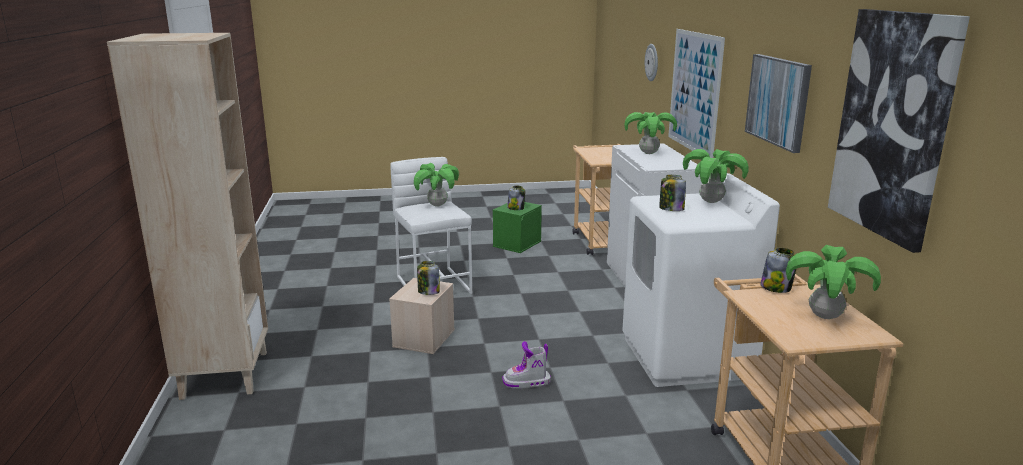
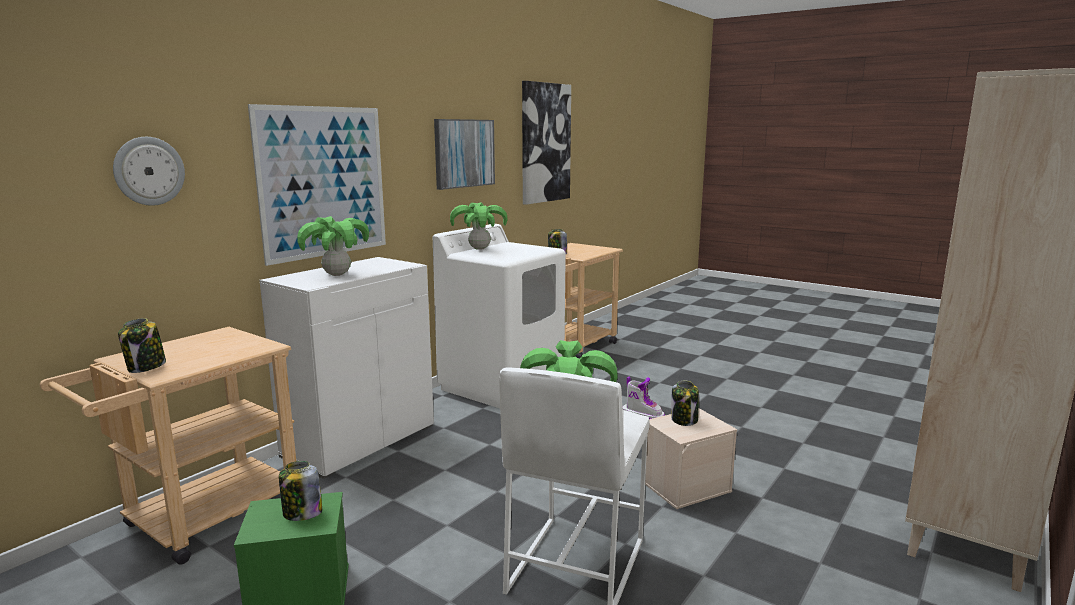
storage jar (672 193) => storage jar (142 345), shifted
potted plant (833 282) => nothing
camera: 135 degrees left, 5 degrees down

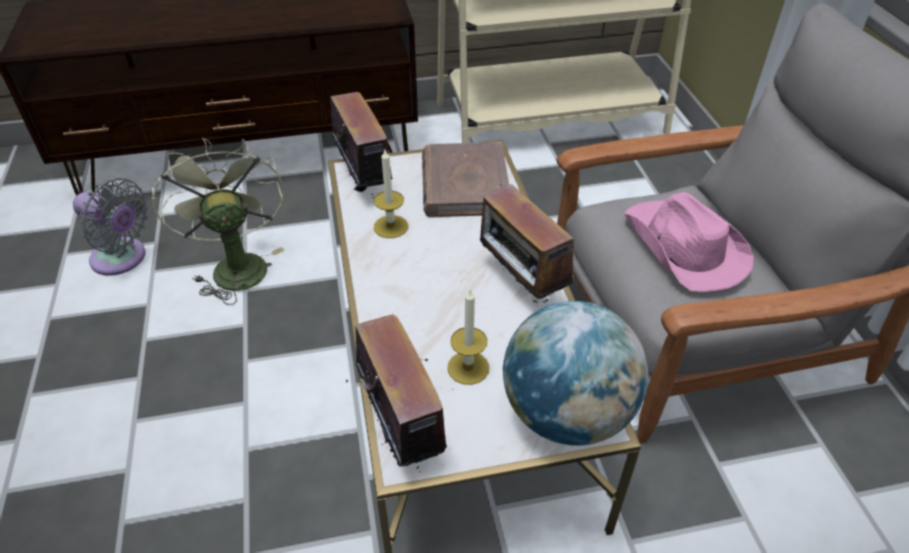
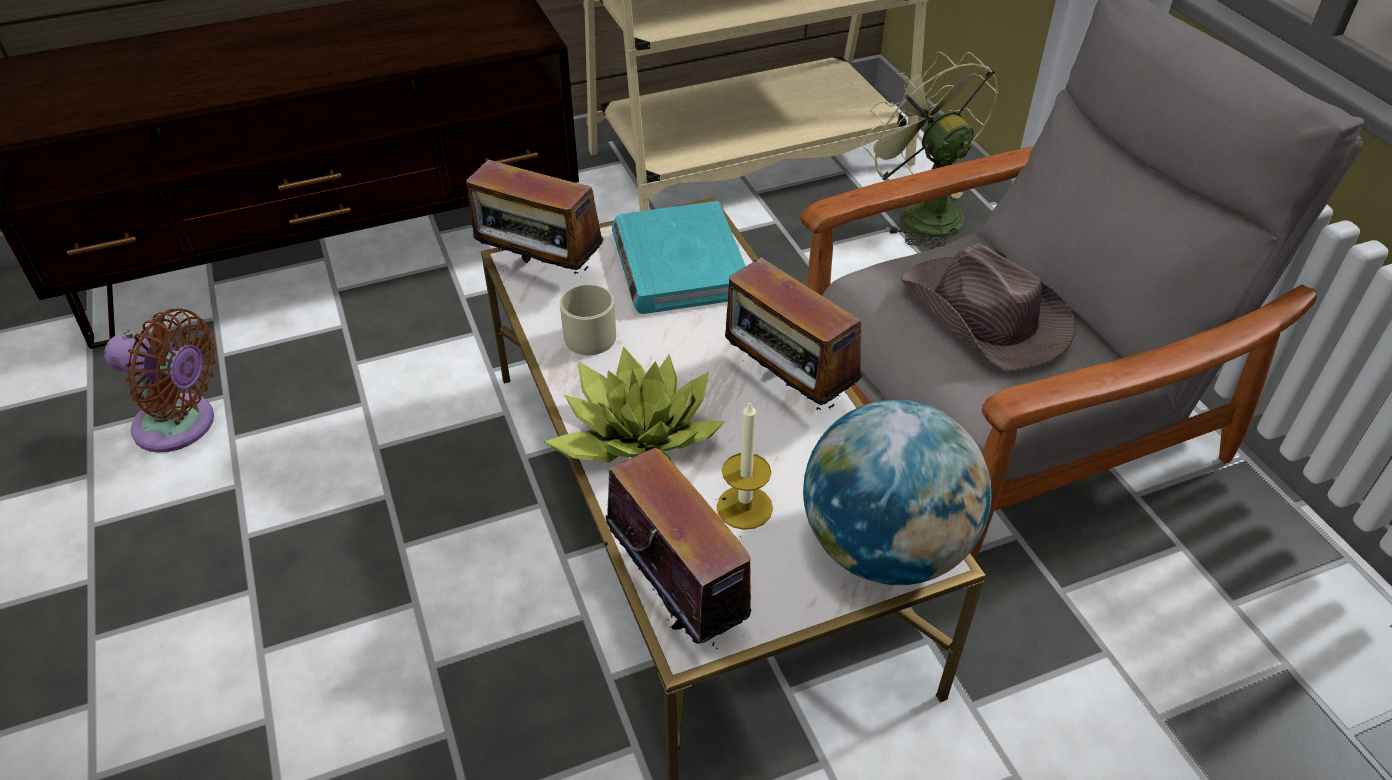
radio (358 145) => radio (535 215), 150 degrees clockwise
green cooling fan (218 221) => green cooling fan (930 149), shifted
brownish book (465 179) => blue-green book (679 257)
wax light (391 194) => beige-coloured tea mug (588 320)
greyish cooling fan (110 227) => brownish cooling fan (160 380)
pink wearable hat (689 242) => brownish wearable hat (988 307)
nothing => potted plant (634 404)
camera: 10 degrees left, 0 degrees up

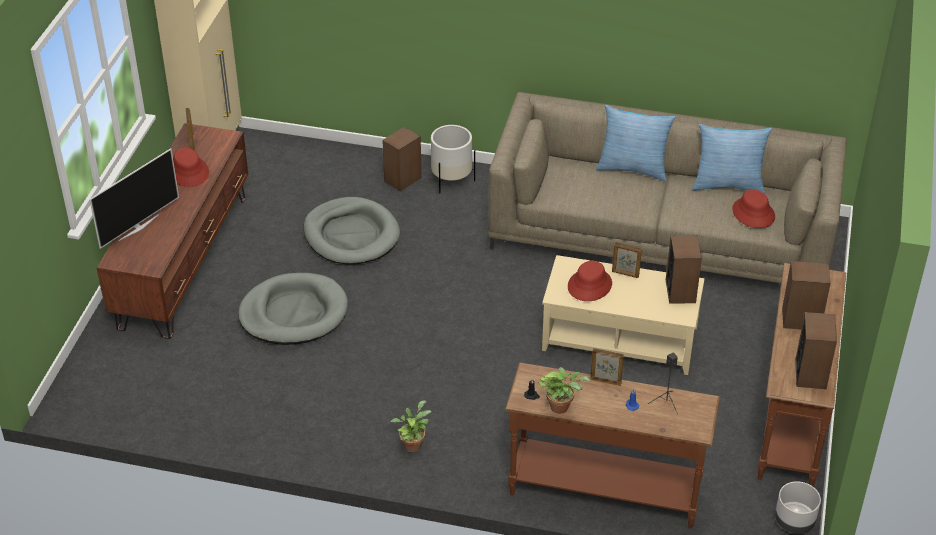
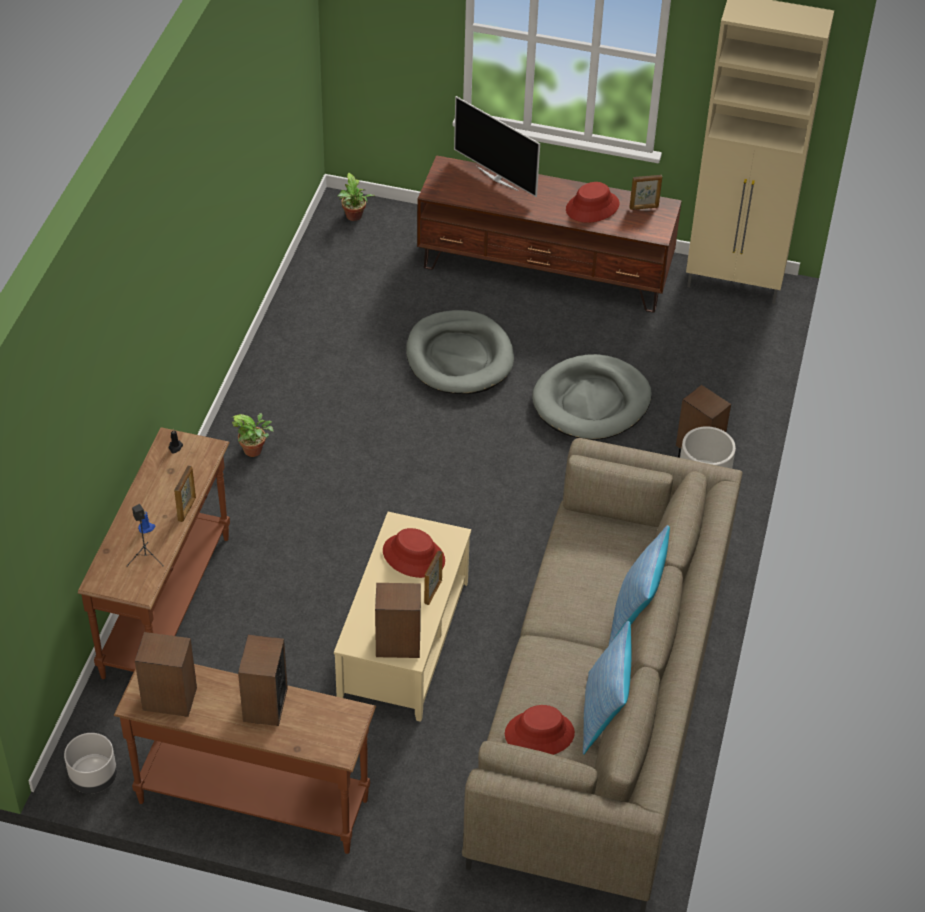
potted plant (564 390) => potted plant (356 197), shifted
camera: 90 degrees right, 5 degrees up

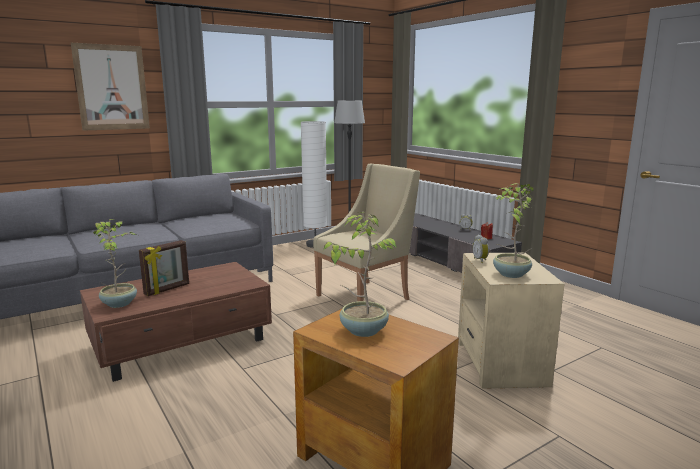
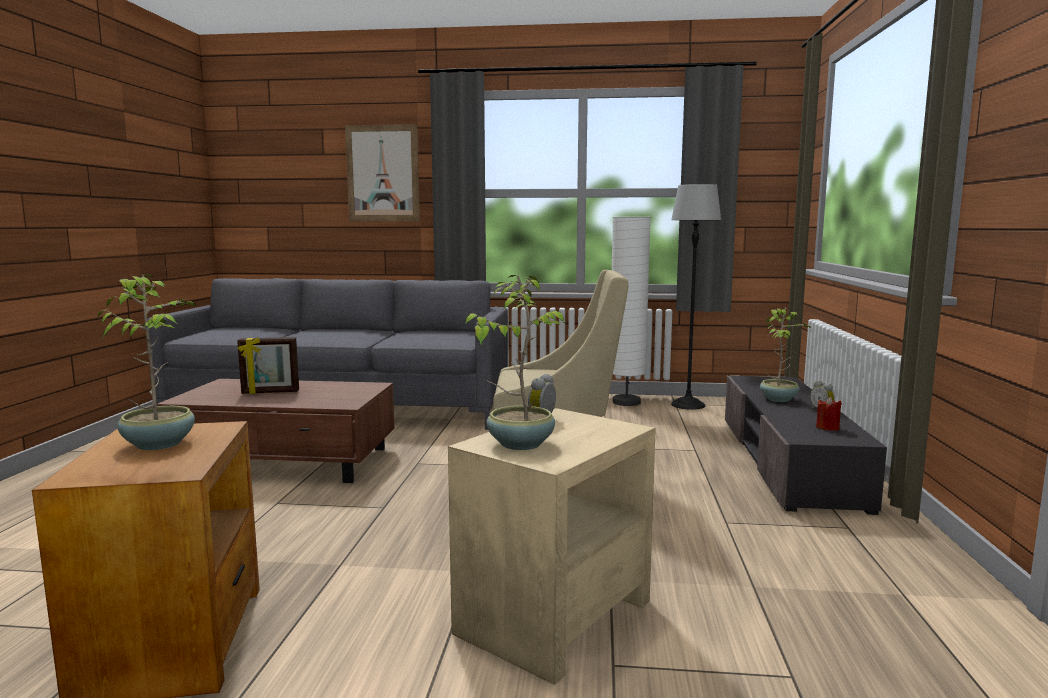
potted plant (115 263) => potted plant (785 355), shifted
camera: 40 degrees right, 5 degrees down

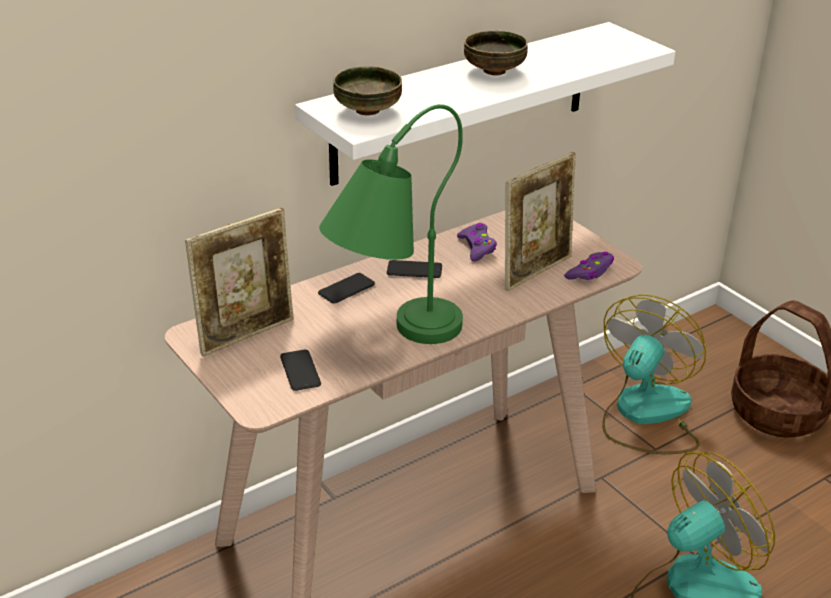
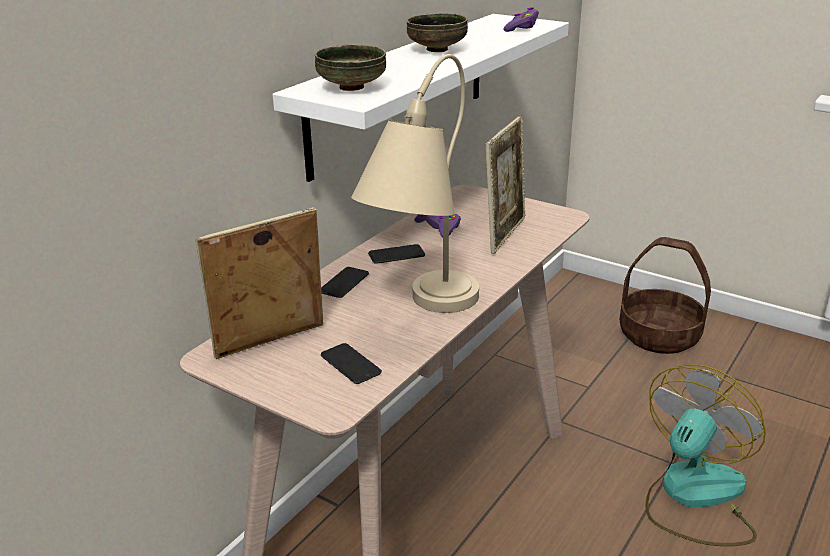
green table lamp (391 224) => beige-coloured table lamp (415 183)
standing frame (239 282) => standing frame (259 283), 150 degrees counterclockwise
purple-coloured game controller (589 266) => purple-coloured game controller (521 19), shifted
cooling fan (654 374) => nothing
camera: 20 degrees left, 5 degrees down

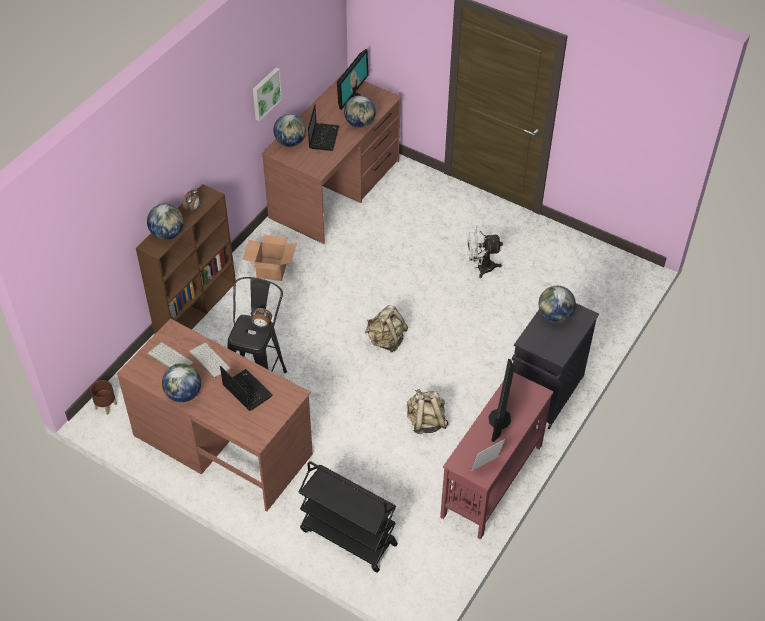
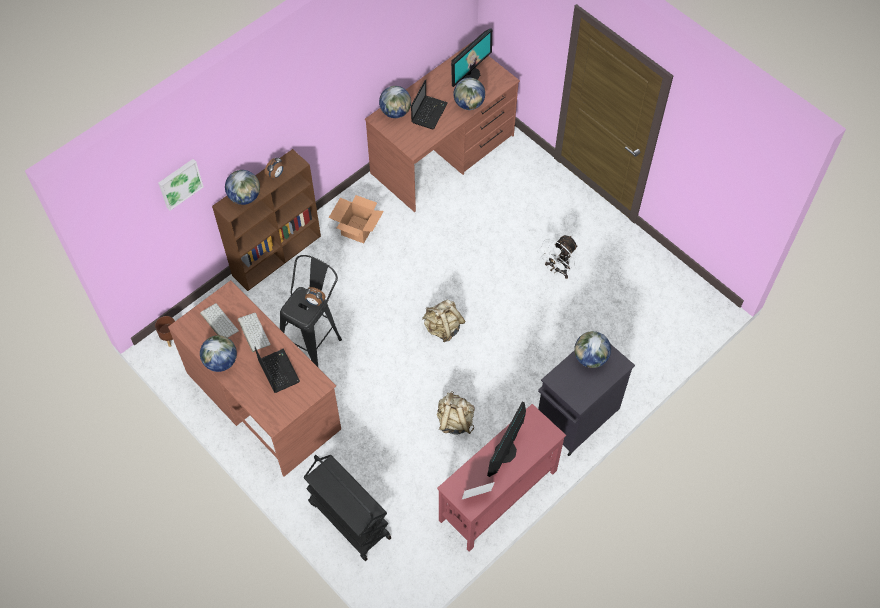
wall picture (267 94) => wall picture (181 184), shifted
white-coloured cooling fan (485 251) => white-coloured cooling fan (557 257), 60 degrees counterclockwise
camera: 15 degrees right, 10 degrees up

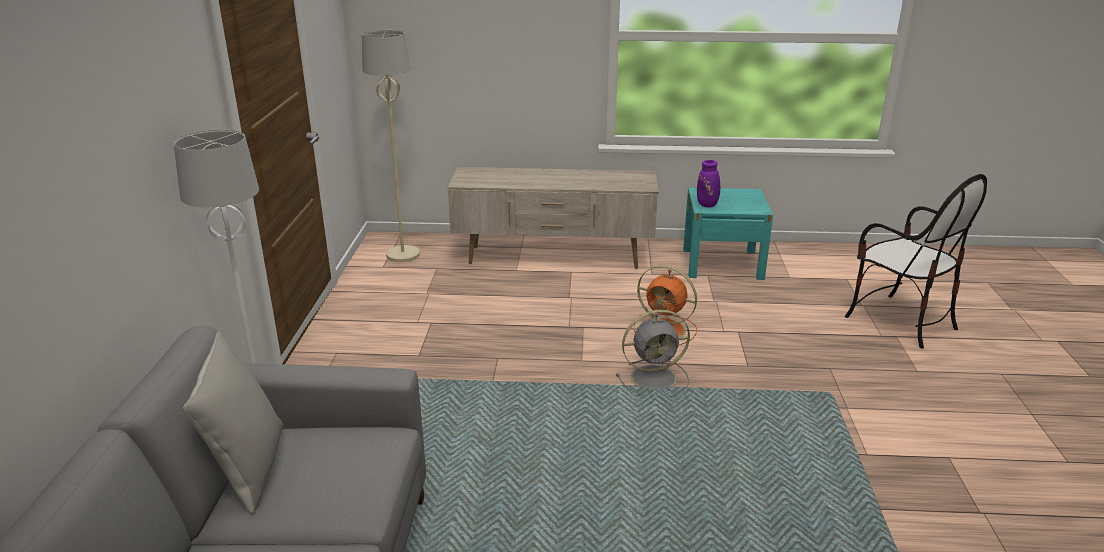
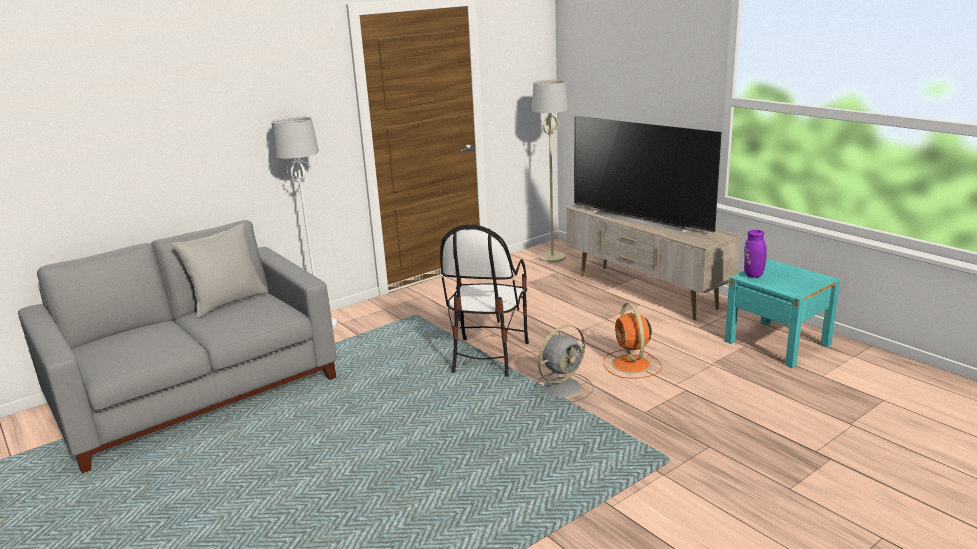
plain chair (916 261) => plain chair (484 301), shifted
greyish cooling fan (653 353) => greyish cooling fan (562 364), 75 degrees counterclockwise
nothing => TV (648 174)
camera: 50 degrees right, 5 degrees down

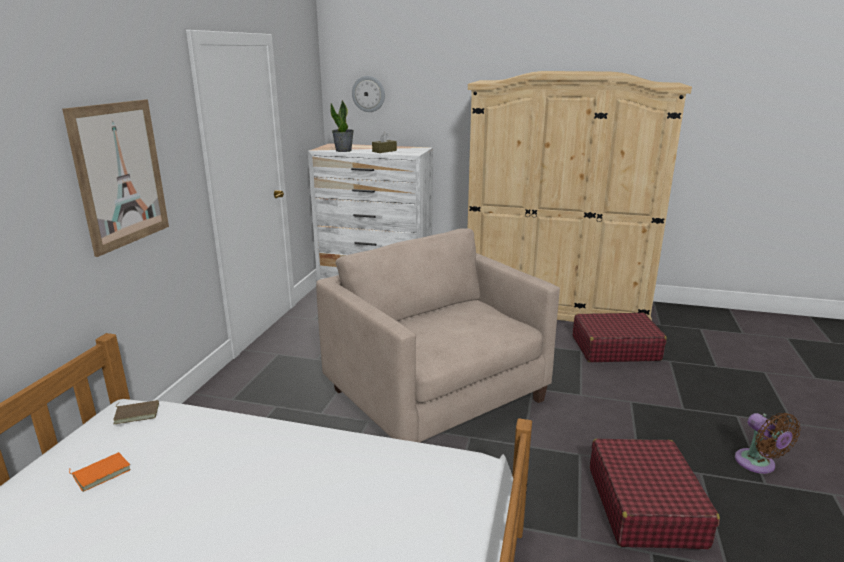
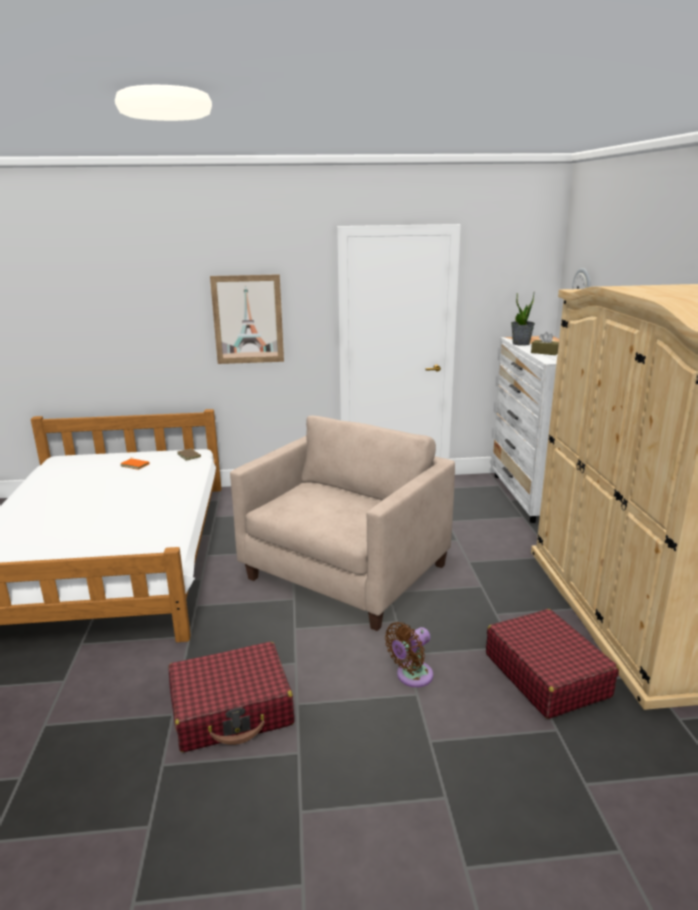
brownish cooling fan (768 443) => brownish cooling fan (409 654), shifted
camera: 70 degrees right, 0 degrees up

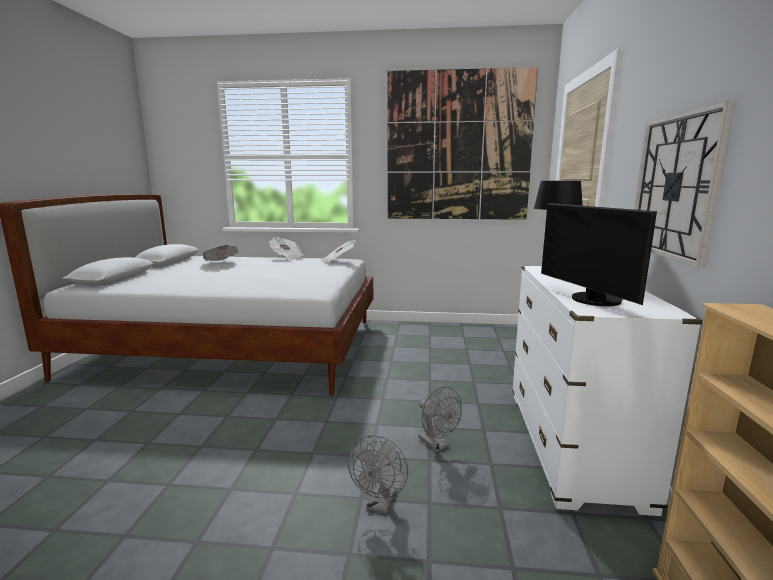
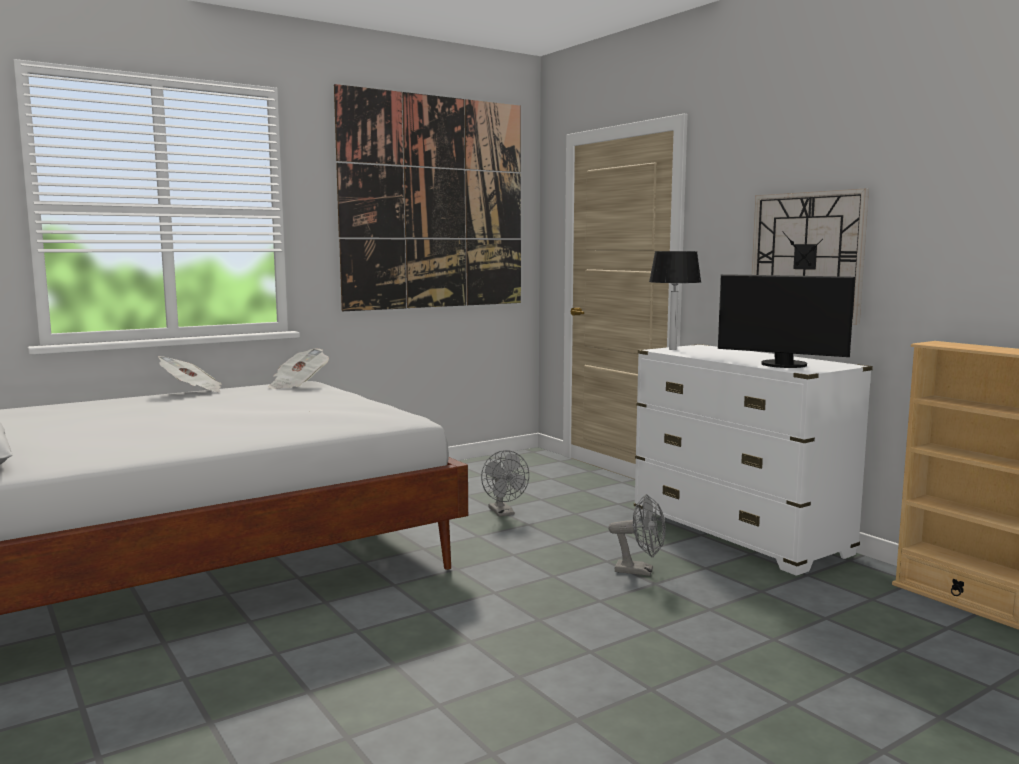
printed paper (220 253) => nothing
greyish cooling fan (378 474) => greyish cooling fan (505 483), shifted
camera: 40 degrees left, 5 degrees down

